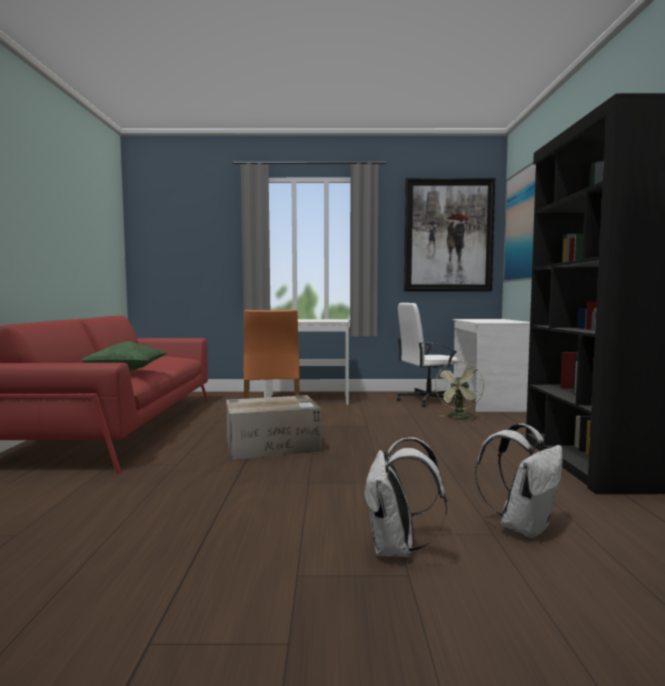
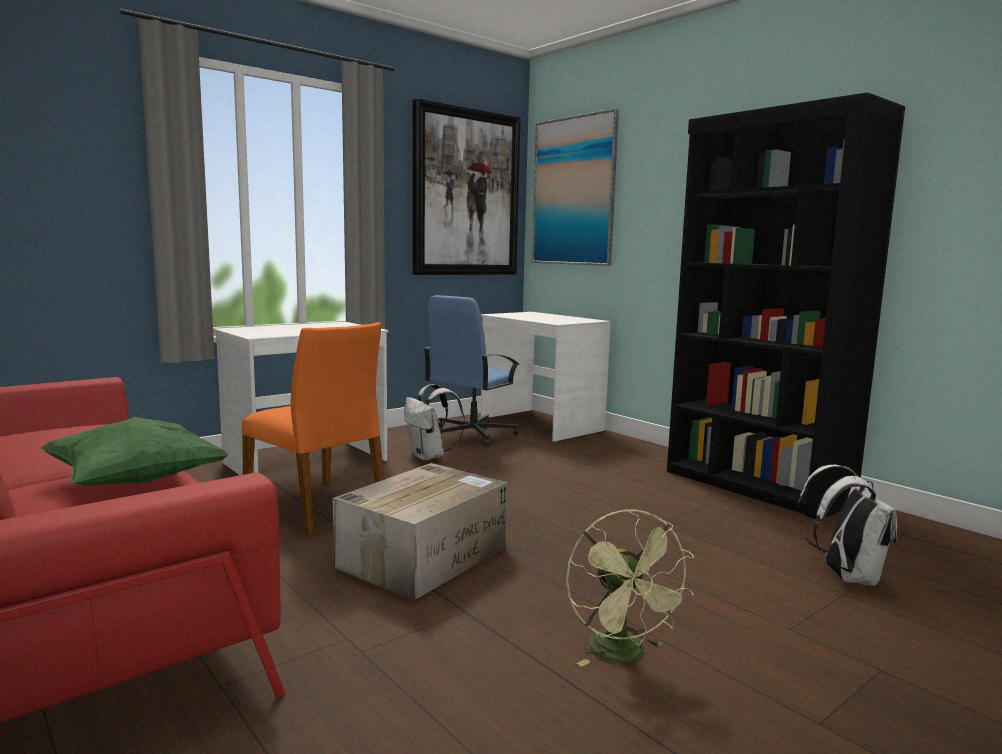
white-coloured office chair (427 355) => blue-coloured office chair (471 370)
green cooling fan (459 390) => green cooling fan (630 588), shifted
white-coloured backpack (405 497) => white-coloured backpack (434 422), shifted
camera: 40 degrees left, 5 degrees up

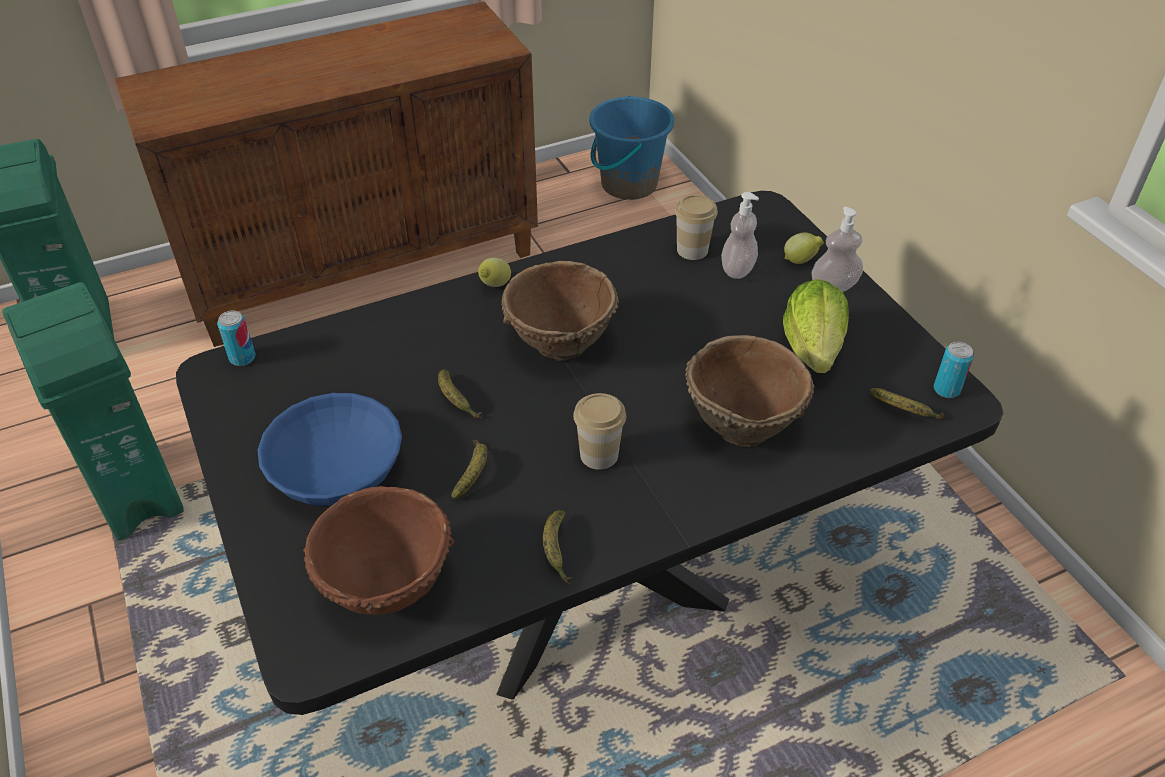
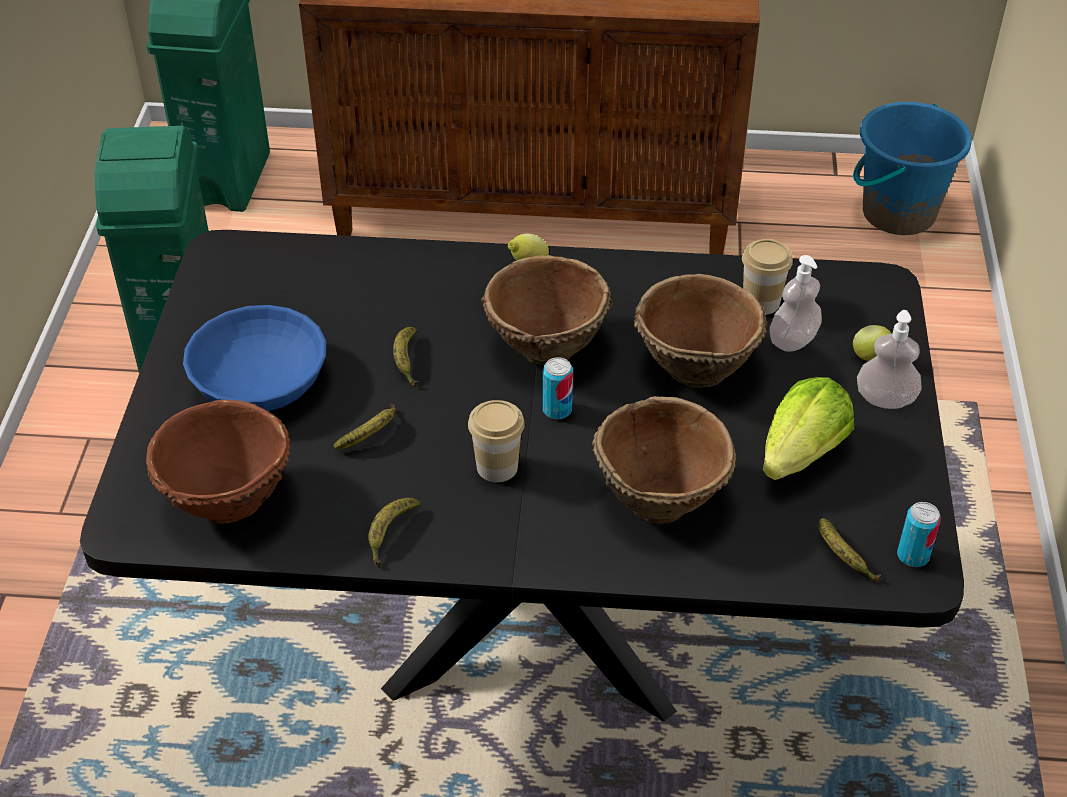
metal can (236 338) => metal can (558 388), shifted
nothing => brownish bowl (700 331)
camera: 30 degrees right, 0 degrees up

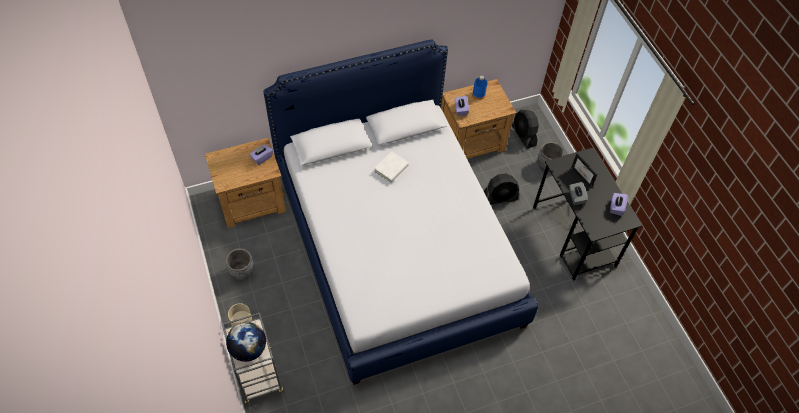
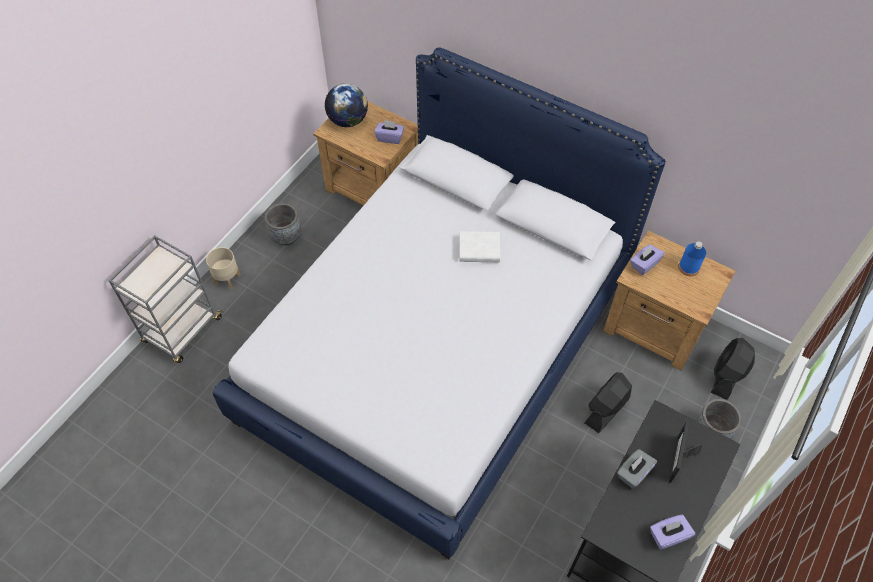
black cooling fan (501 189) => black cooling fan (608 402), 90 degrees clockwise
world globe (246 342) => world globe (346 105), shifted
camera: 55 degrees right, 0 degrees up

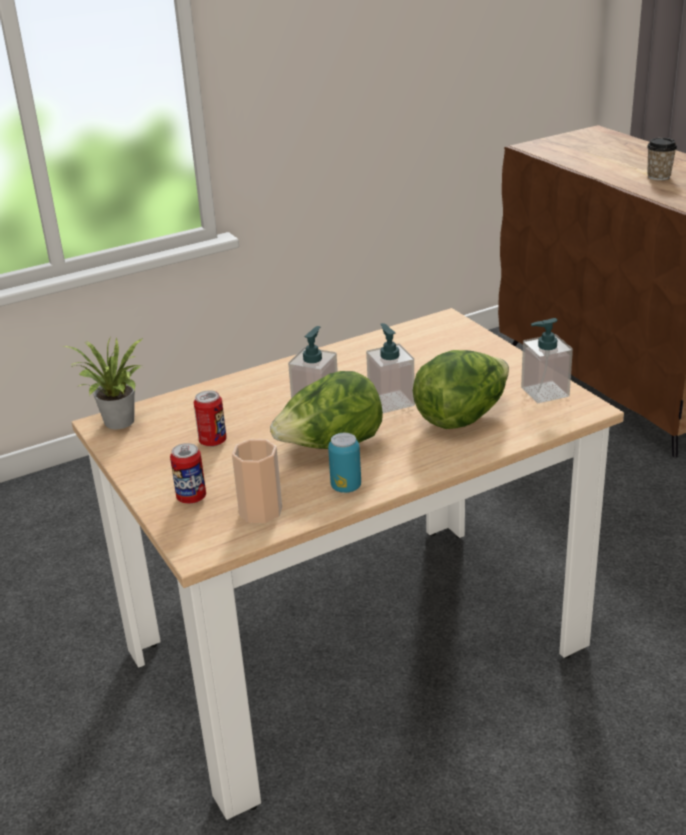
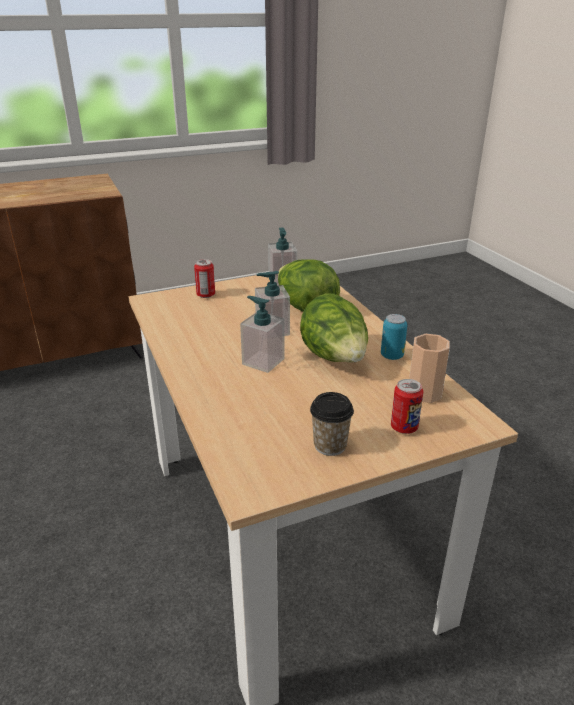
small cup (662 159) => small cup (332 424), shifted
potted plant (103 383) => nothing
metal can (210 418) => metal can (204 278), shifted
camera: 85 degrees left, 0 degrees up

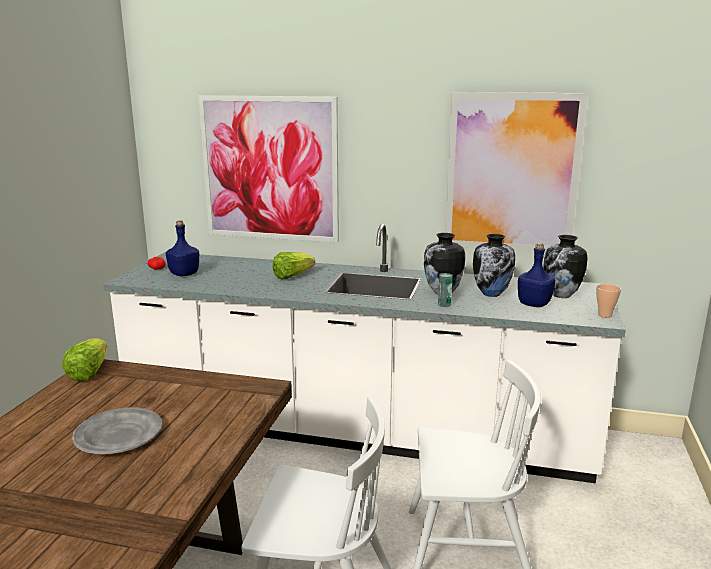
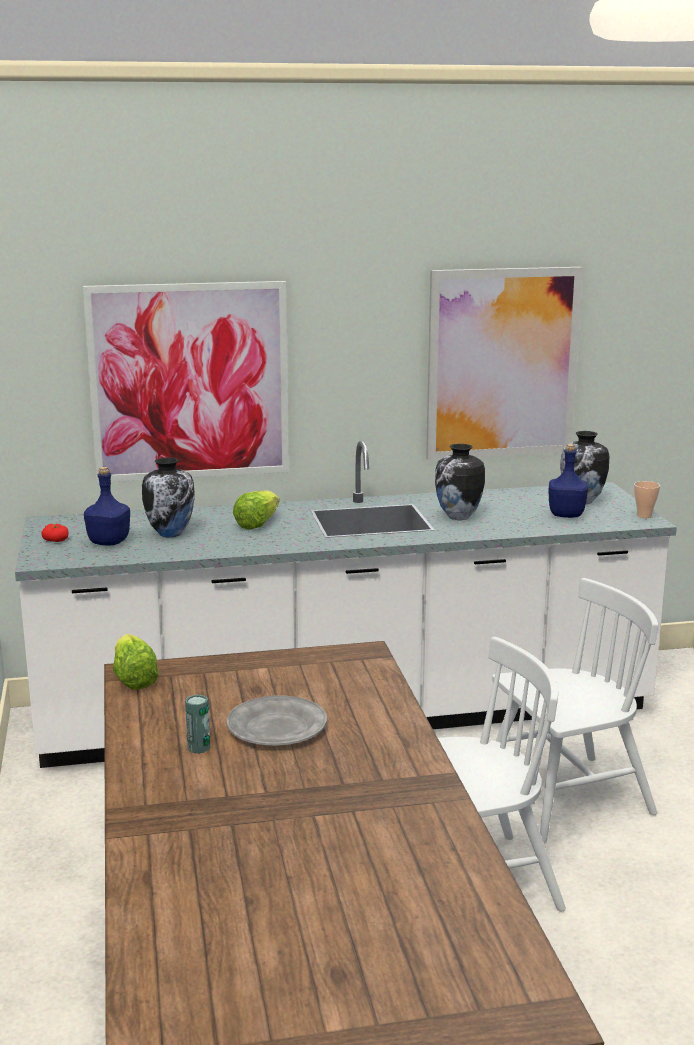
flower vase (494 265) => flower vase (168 497), shifted
metal can (445 290) => metal can (197 724), shifted
camera: 25 degrees left, 0 degrees up

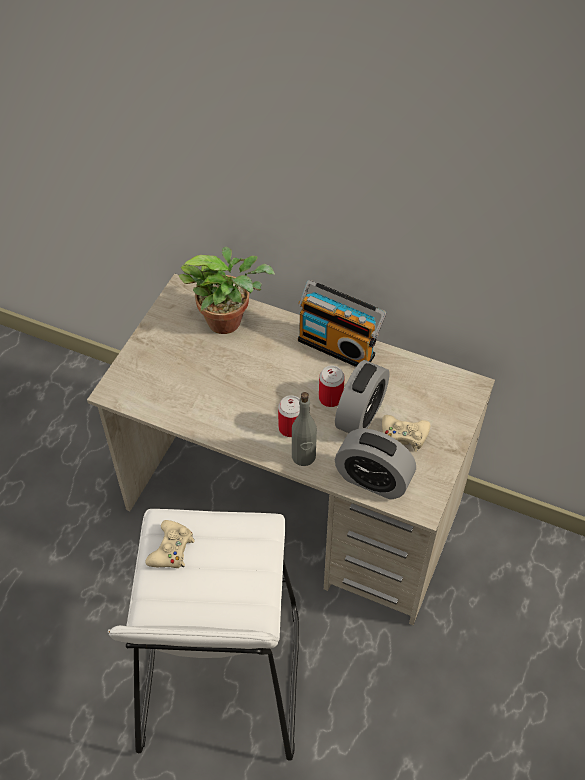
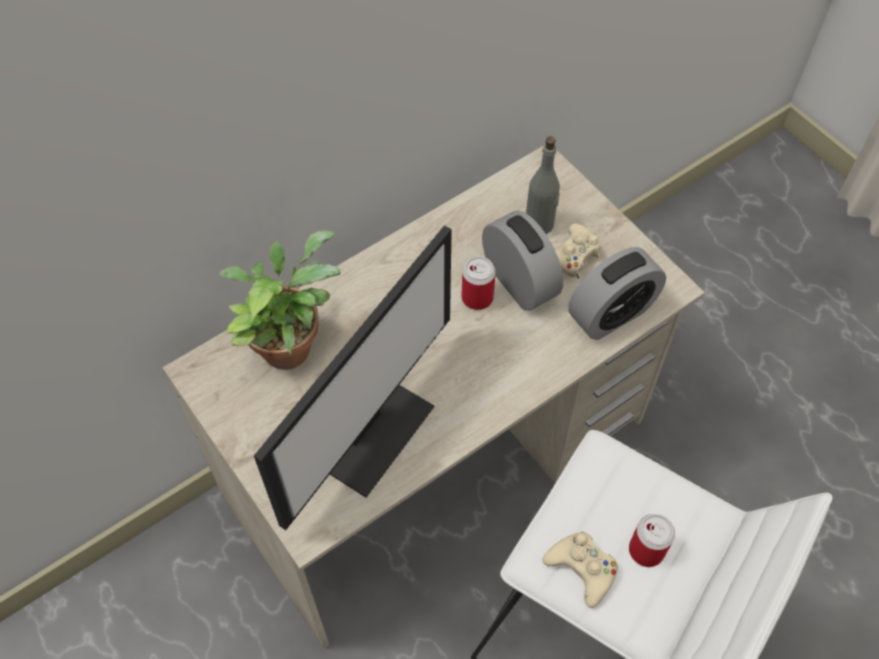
radio (342 323) => nothing
greyish drink bottle (304 429) => greyish drink bottle (543 185), shifted
metal can (289 416) => metal can (652 540), shifted
nothing => computer screen (353 377)
camera: 60 degrees left, 5 degrees up

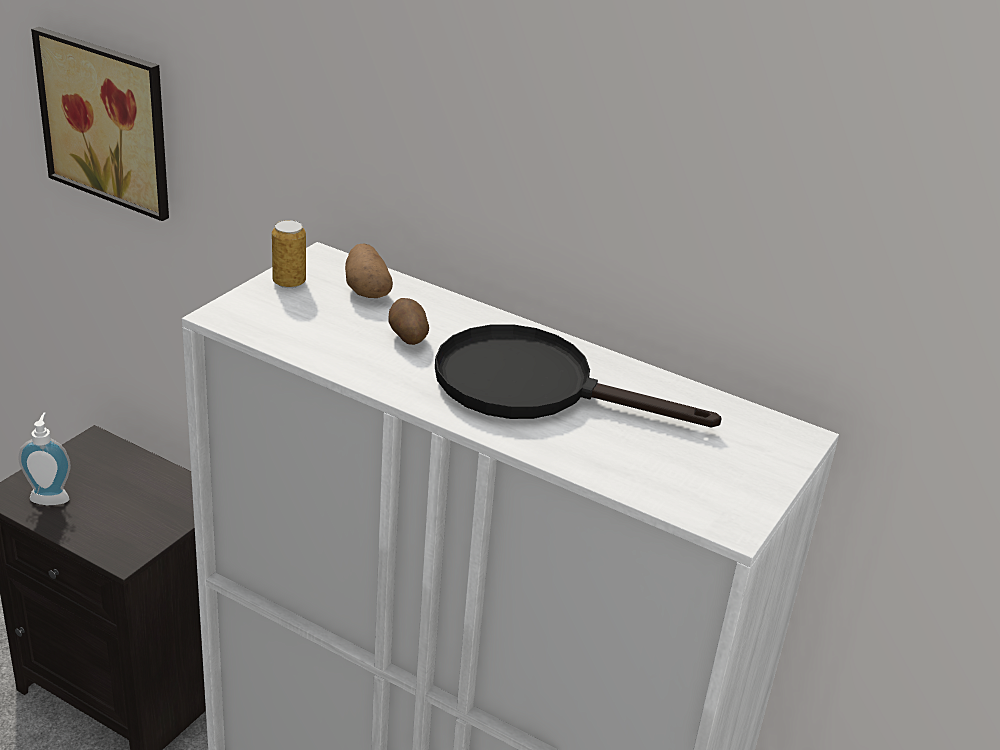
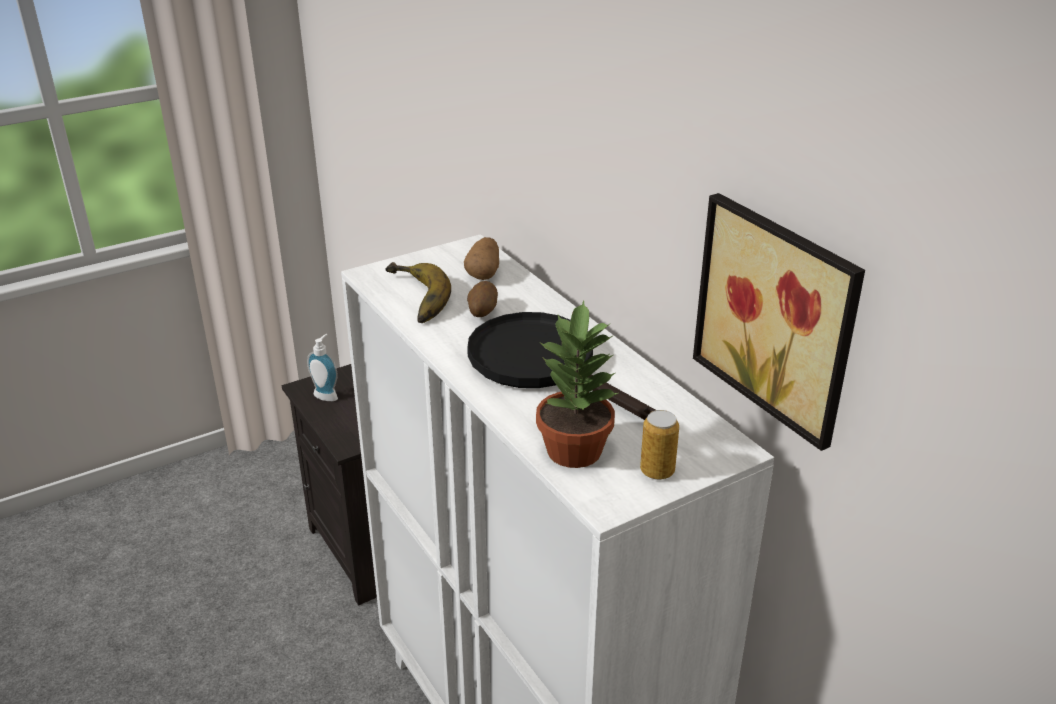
wall picture (100 124) => wall picture (779 322), shifted
metal can (289 254) => metal can (659 445), shifted
nothing => banana fruit (418 292)
nothing => potted plant (577 384)
camera: 30 degrees right, 0 degrees up

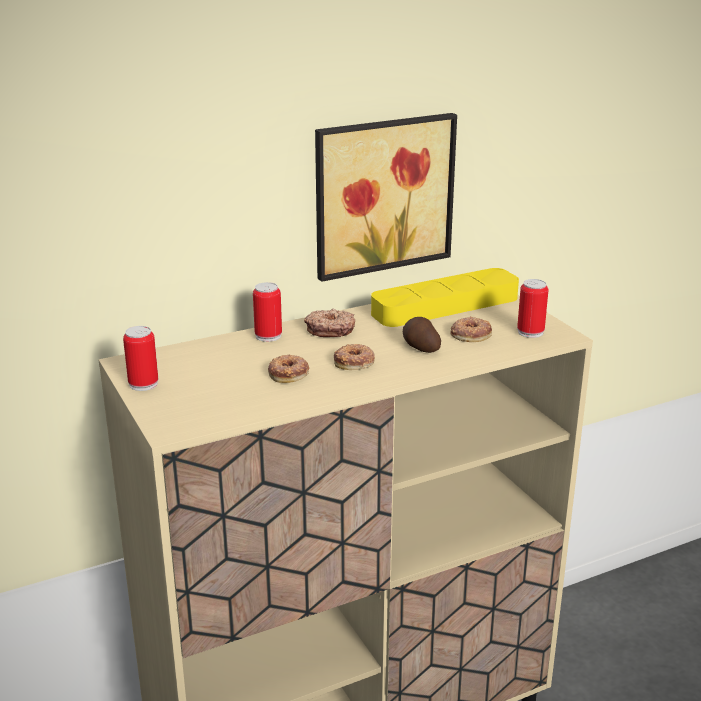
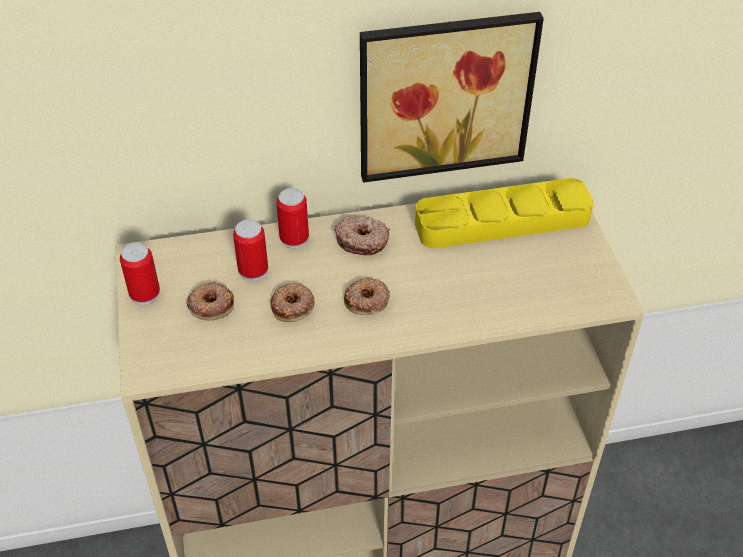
metal can (532 308) => metal can (250 250), shifted
donut (471 329) => donut (210 301), shifted
spud (422 335) => nothing
camera: 15 degrees right, 20 degrees up

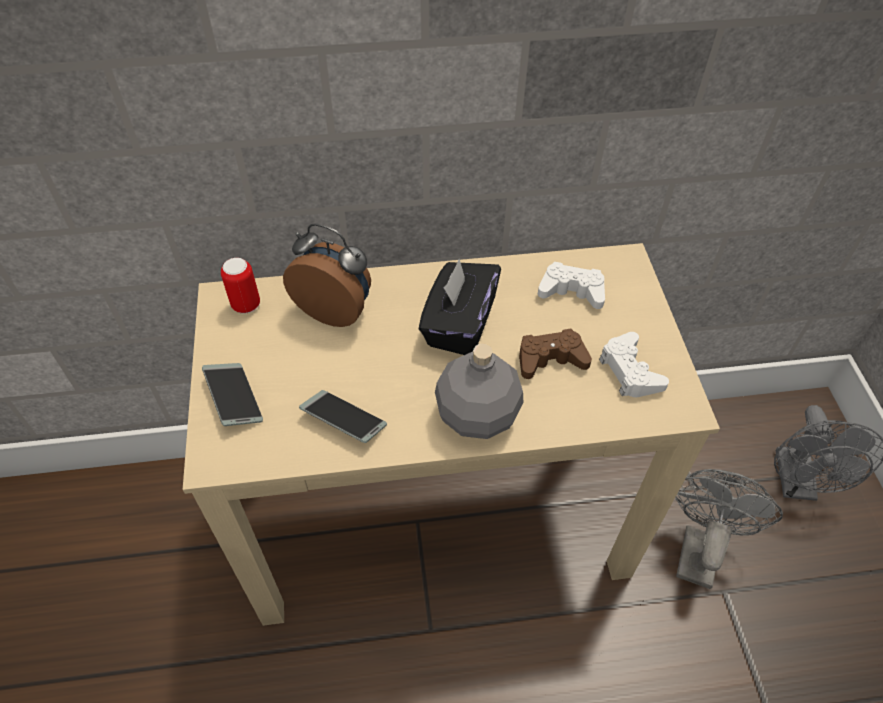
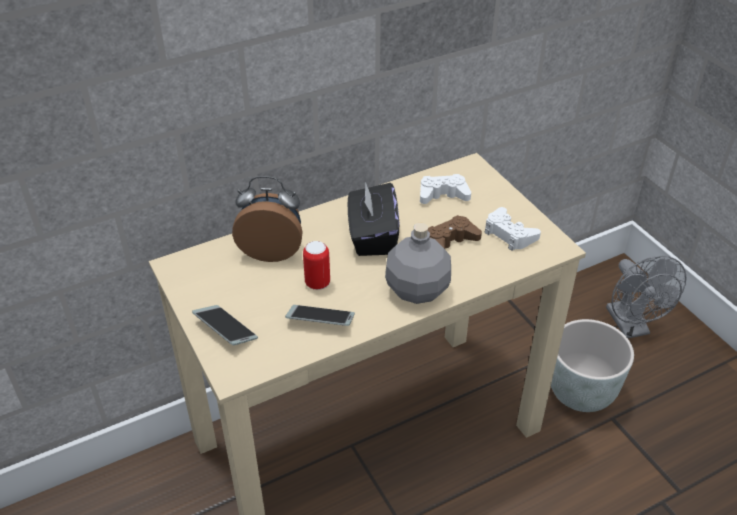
metal can (240 285) => metal can (316 265), shifted
greyish cooling fan (729 529) => greyish flower pot (592 365)
camera: 20 degrees left, 10 degrees down

